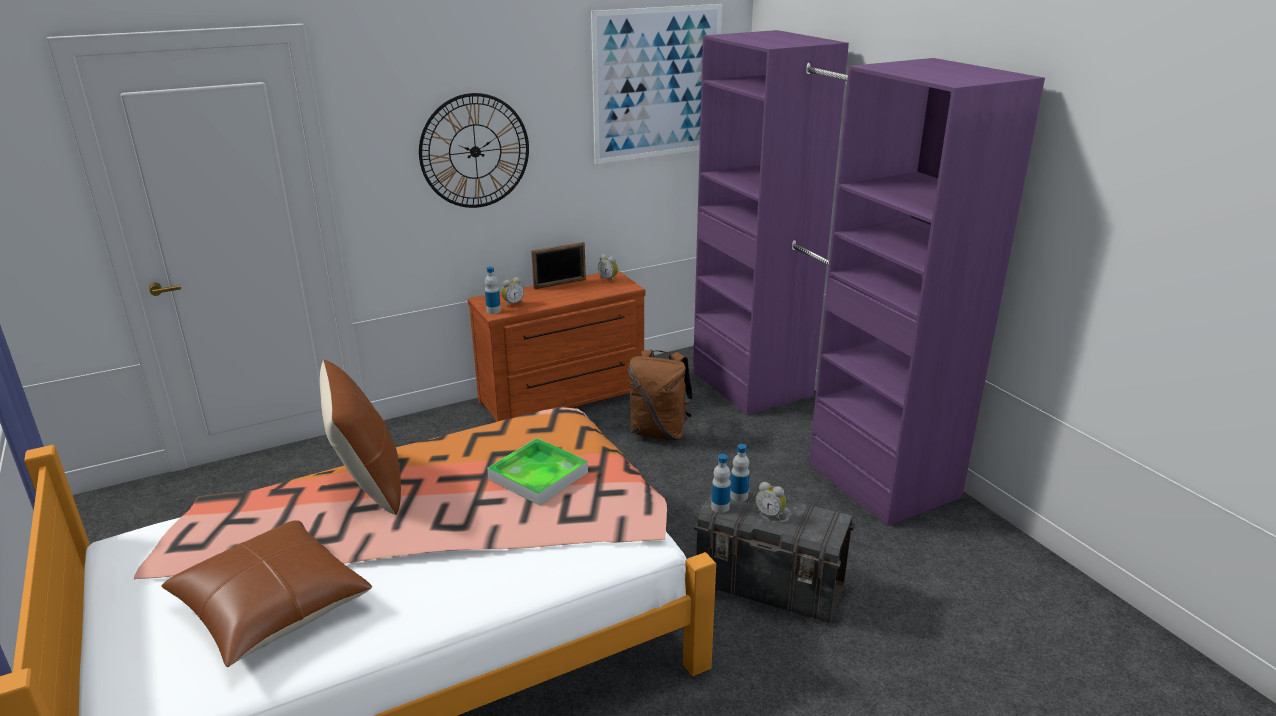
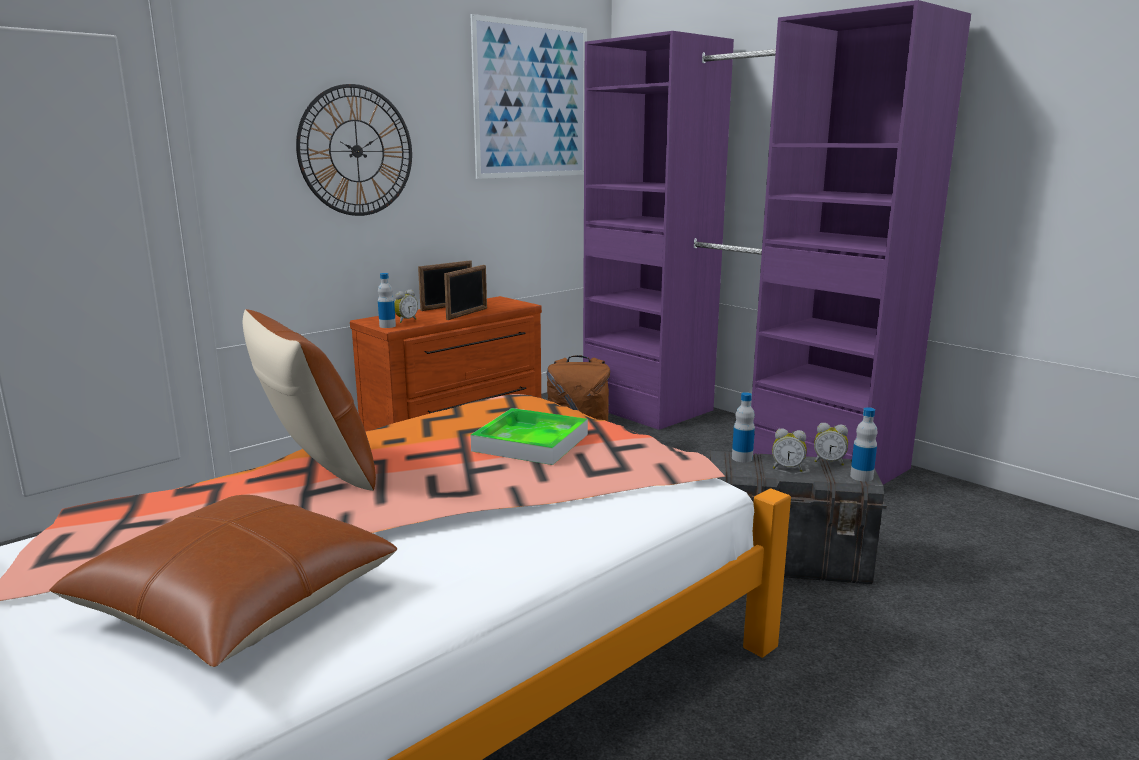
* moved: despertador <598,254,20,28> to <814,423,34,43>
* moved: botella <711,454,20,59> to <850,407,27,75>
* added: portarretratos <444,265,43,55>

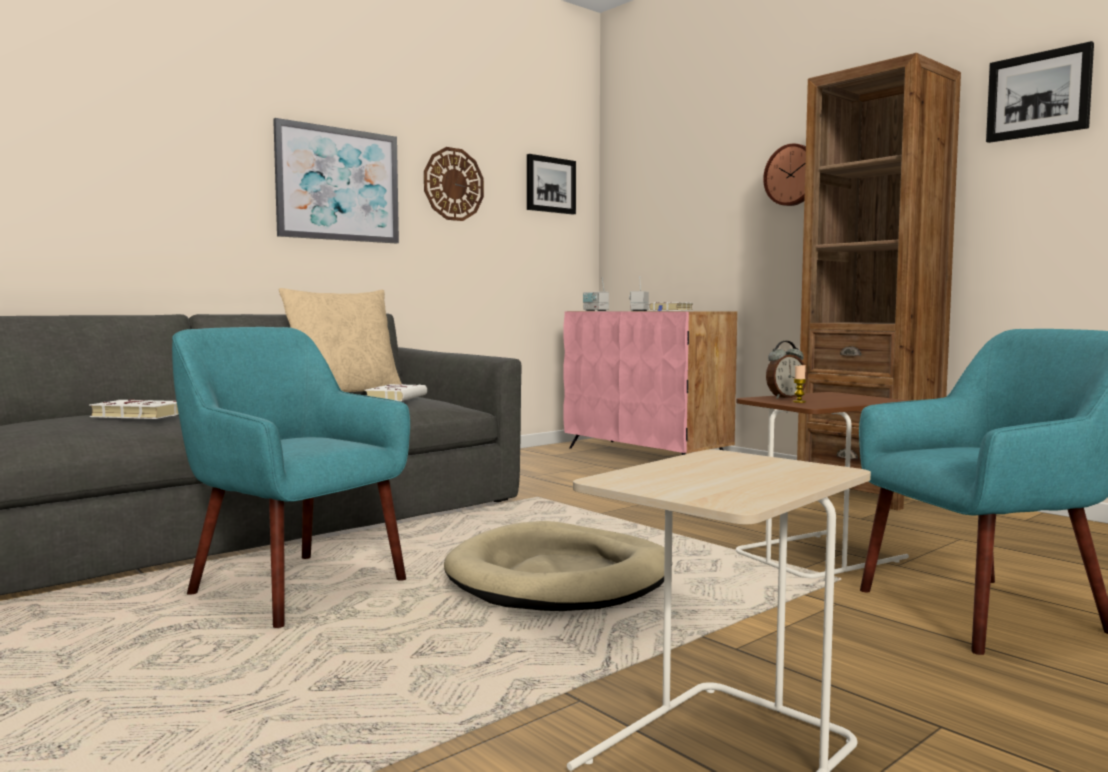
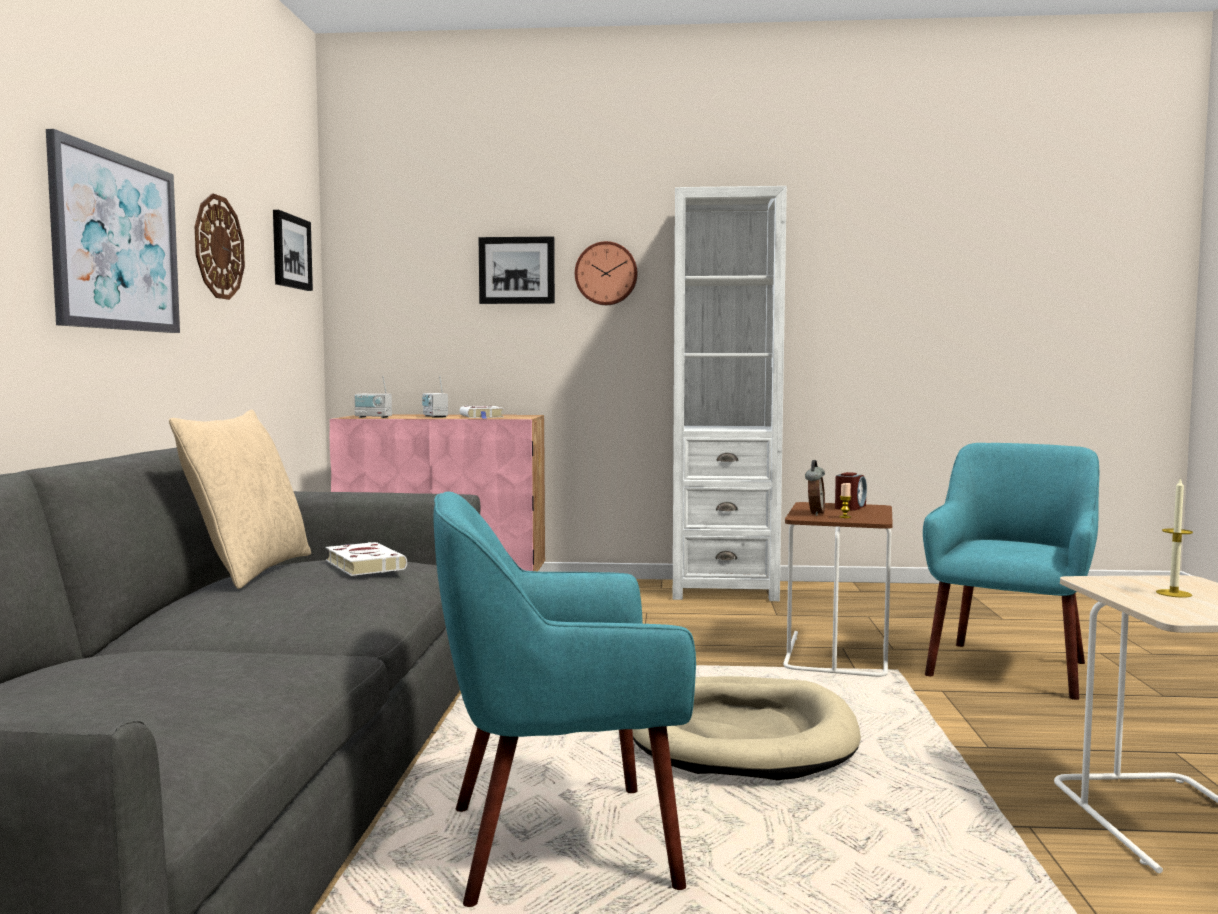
* moved: cuadro <986,41,108,102> to <479,237,76,67>
* recoloured: estantería/marrón <797,53,164,457> to estantería/blanco <673,186,114,415>
* removed: libro/blanco <89,400,90,19>
* added: despertador <835,472,32,39>
* added: vela <1156,477,37,121>

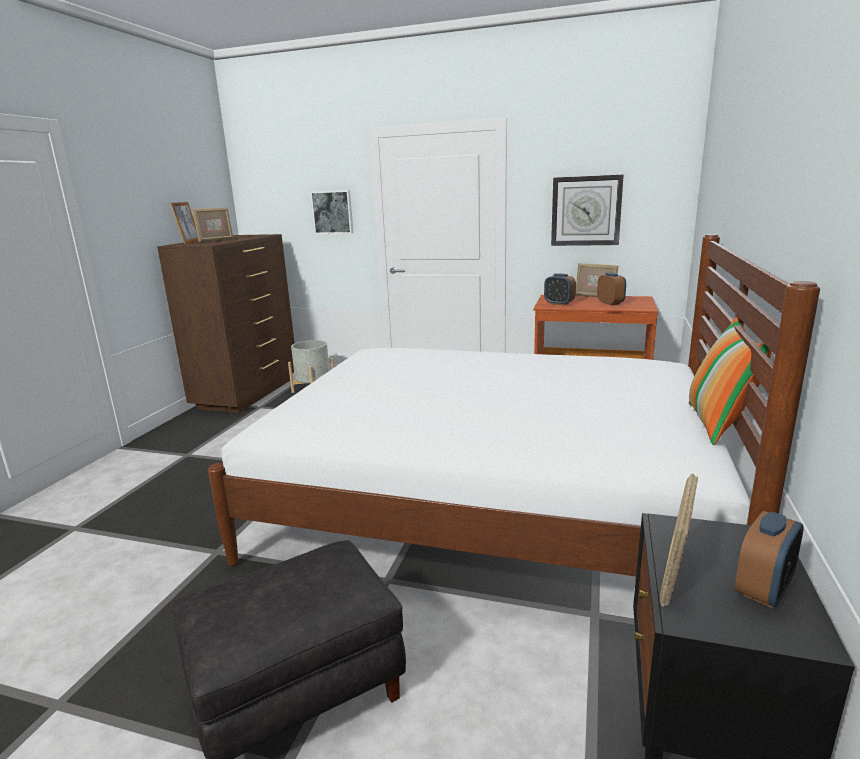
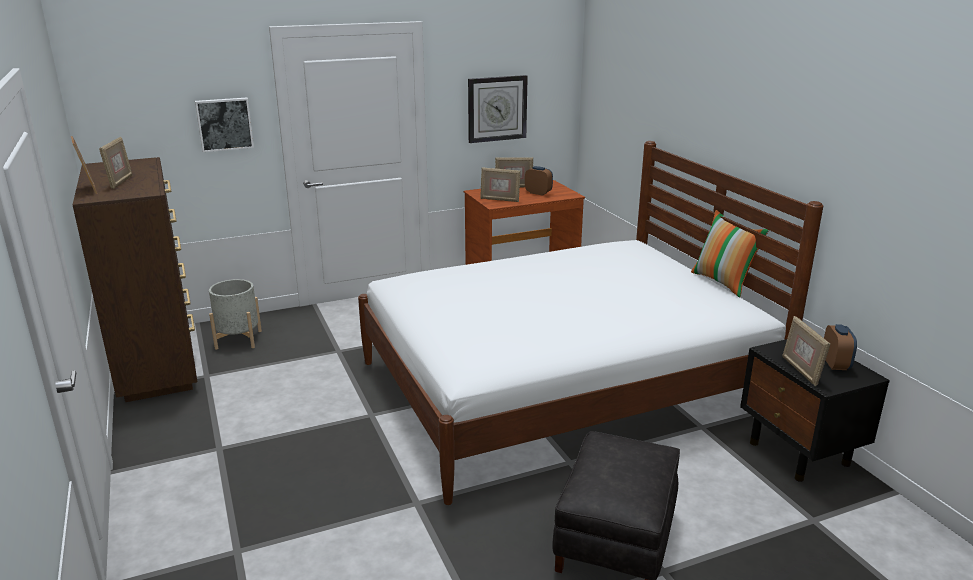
* replaced: despertador <544,273,32,32> to portarretratos <480,167,41,35>

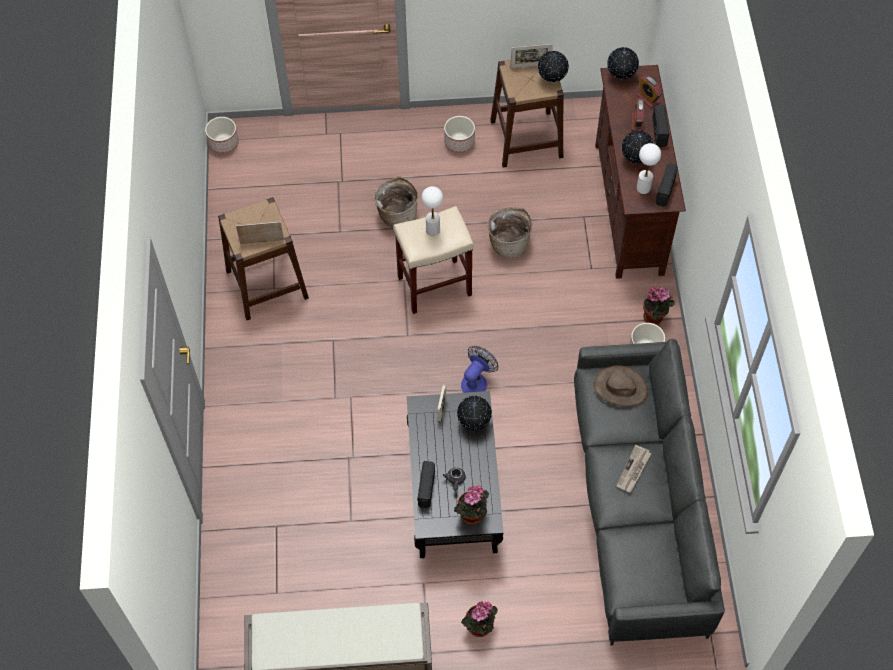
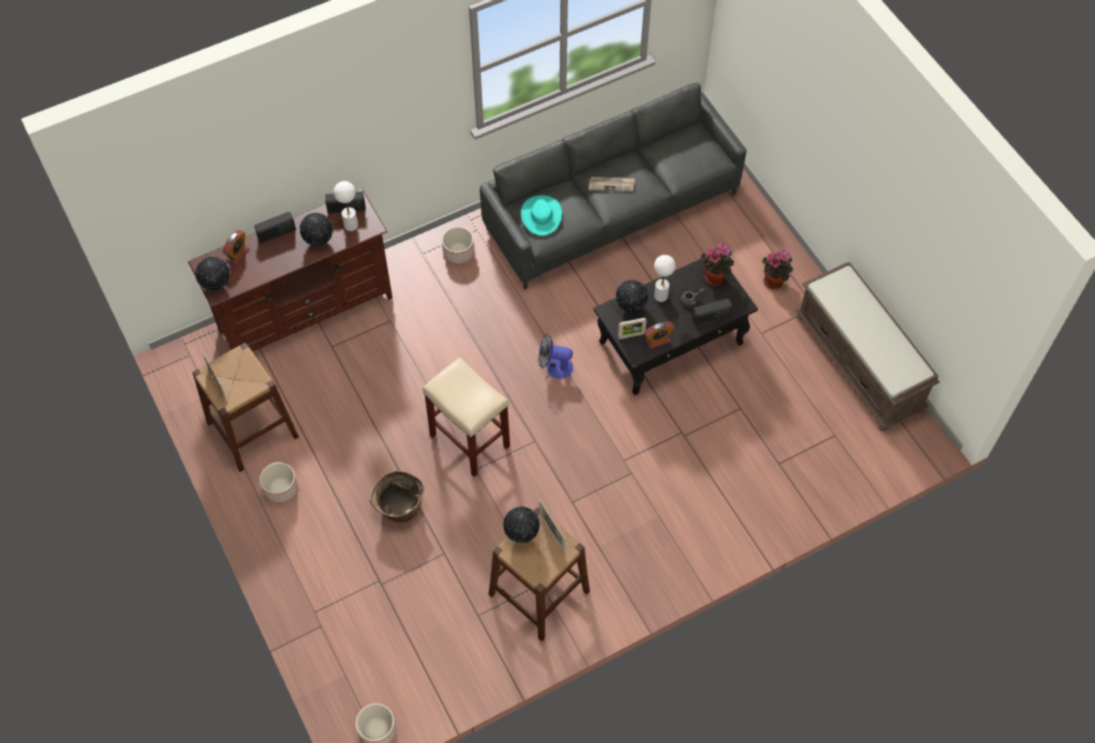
* moved: globo terráqueo <538,51,31,31> to <503,506,37,37>
* moved: despertador <631,97,13,34> to <644,322,30,27>
* moved: lámpara de mesa/blanco <421,186,22,50> to <654,255,22,47>
* removed: cesta <487,207,45,51>
* removed: planta en maceta <643,286,32,39>
* recoloured: sombrero/marrón <594,365,54,42> to sombrero/turquesa <521,195,41,41>

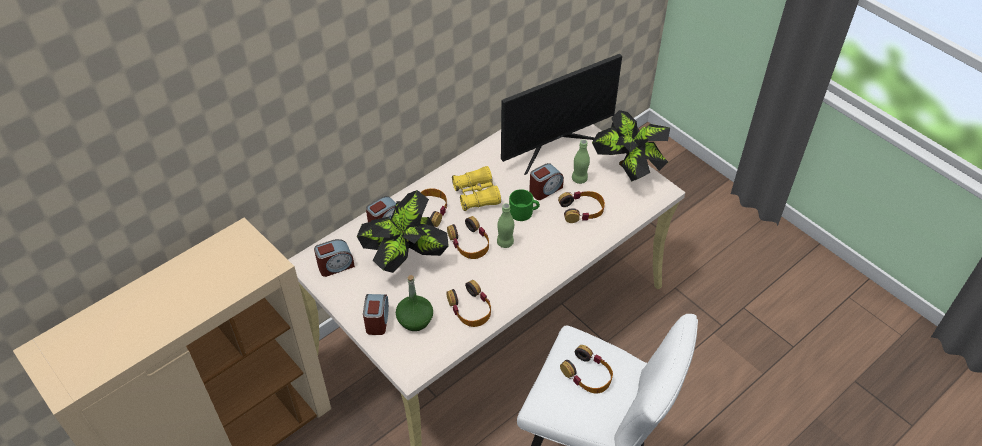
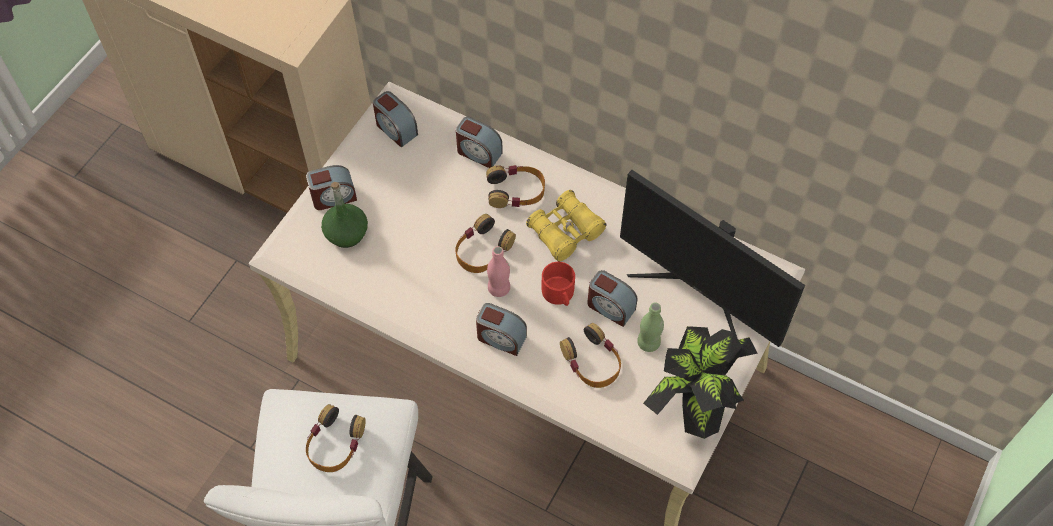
* recoloured: taza grande/verde <509,189,31,32> to taza grande/rojo <542,262,33,44>
* removed: planta en maceta <357,190,92,83>
* recoloured: botella/verde <497,203,17,45> to botella/rosa <487,246,23,51>
* removed: auriculares <446,280,45,47>
* added: despertador <476,303,51,53>

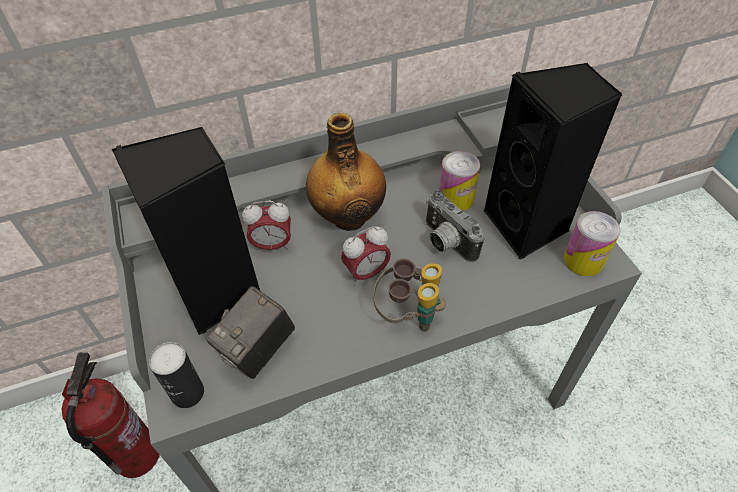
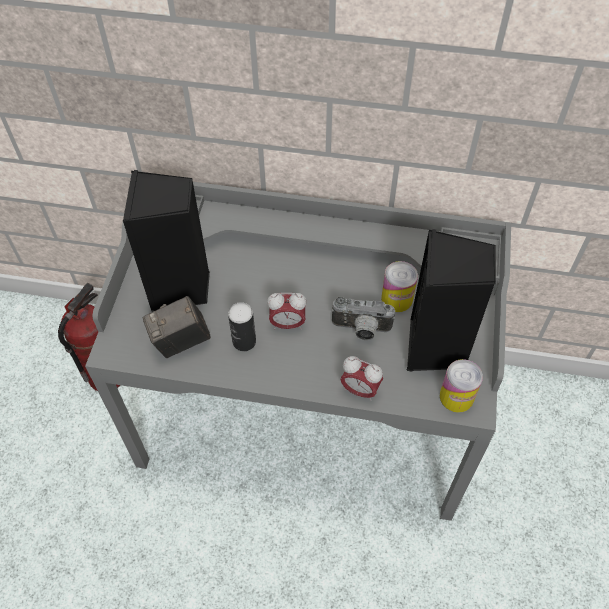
* removed: botella <306,113,80,118>
* turned: cámara <426,190,59,72> = <331,297,64,43> 75 degrees counterclockwise
* moved: despertador <242,201,49,51> to <340,356,43,45>
* removed: prismáticos <373,259,73,73>
* moved: lata <149,342,55,66> to <228,302,28,49>

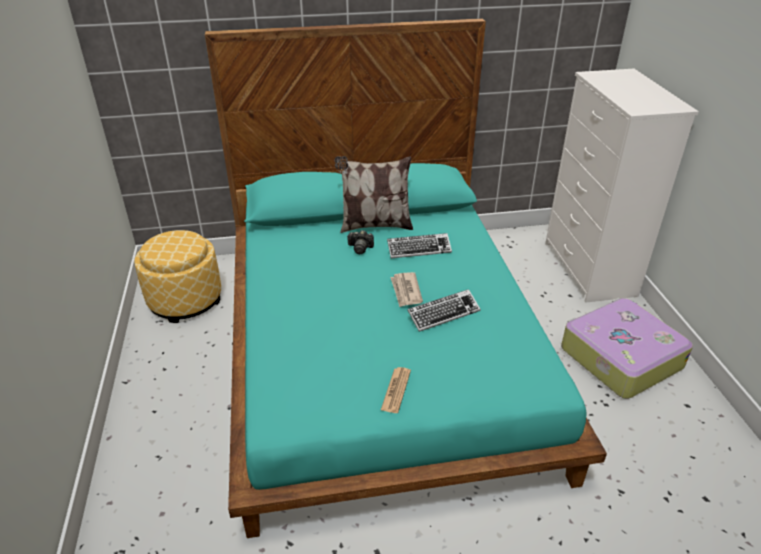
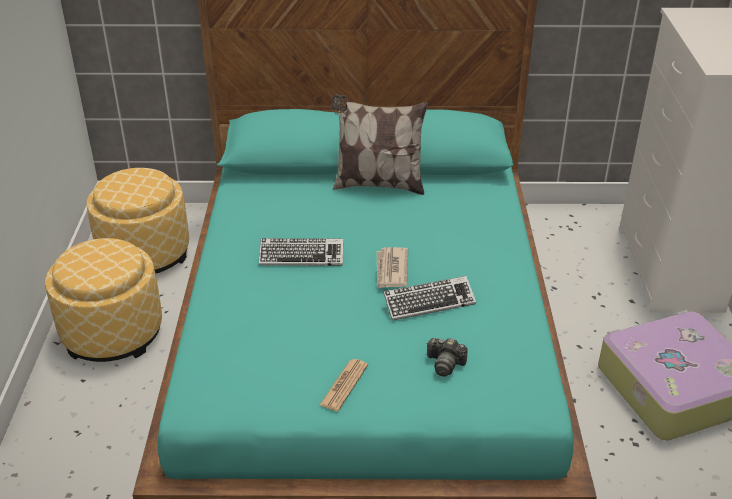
* moved: cámara <347,230,27,24> to <426,338,41,39>
* moved: teclado <387,233,65,25> to <259,238,84,28>
* added: puf <45,238,117,124>

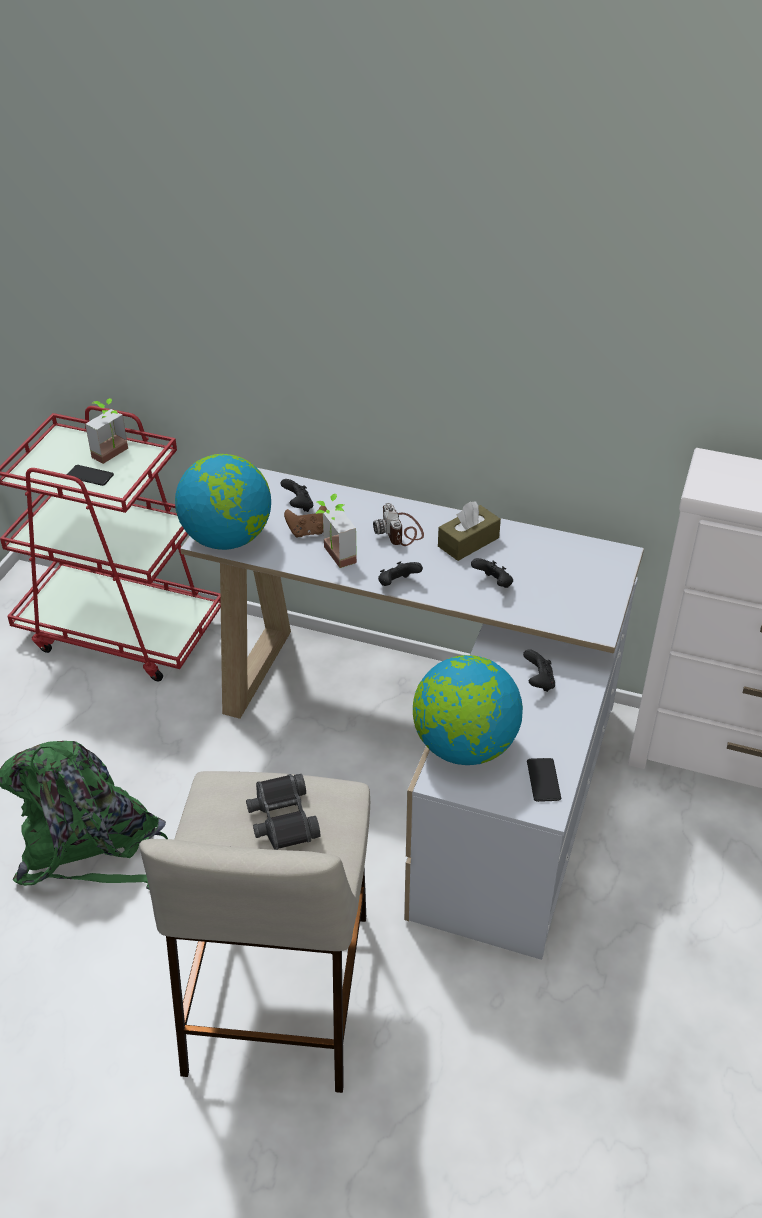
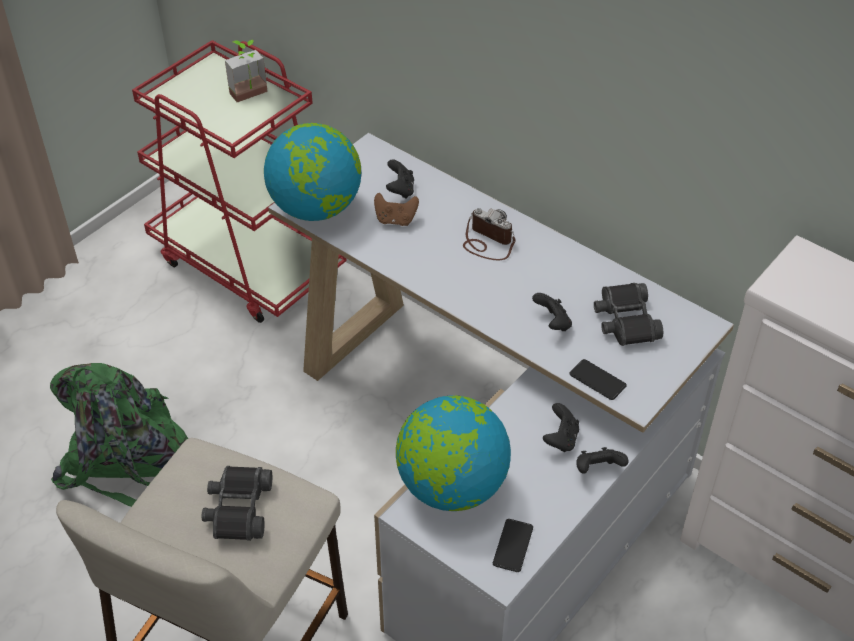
* moved: móvil <67,465,47,21> to <569,359,58,41>
* removed: planta en maceta <315,494,42,74>
* removed: caja de pañuelos/marrón <438,501,63,60>
* turned: cámara <373,503,51,43> = <463,208,53,52> 120 degrees clockwise
* moved: mando de consola/negro <378,561,45,25> to <576,447,53,27>
* added: prismáticos/negro <594,283,69,63>

